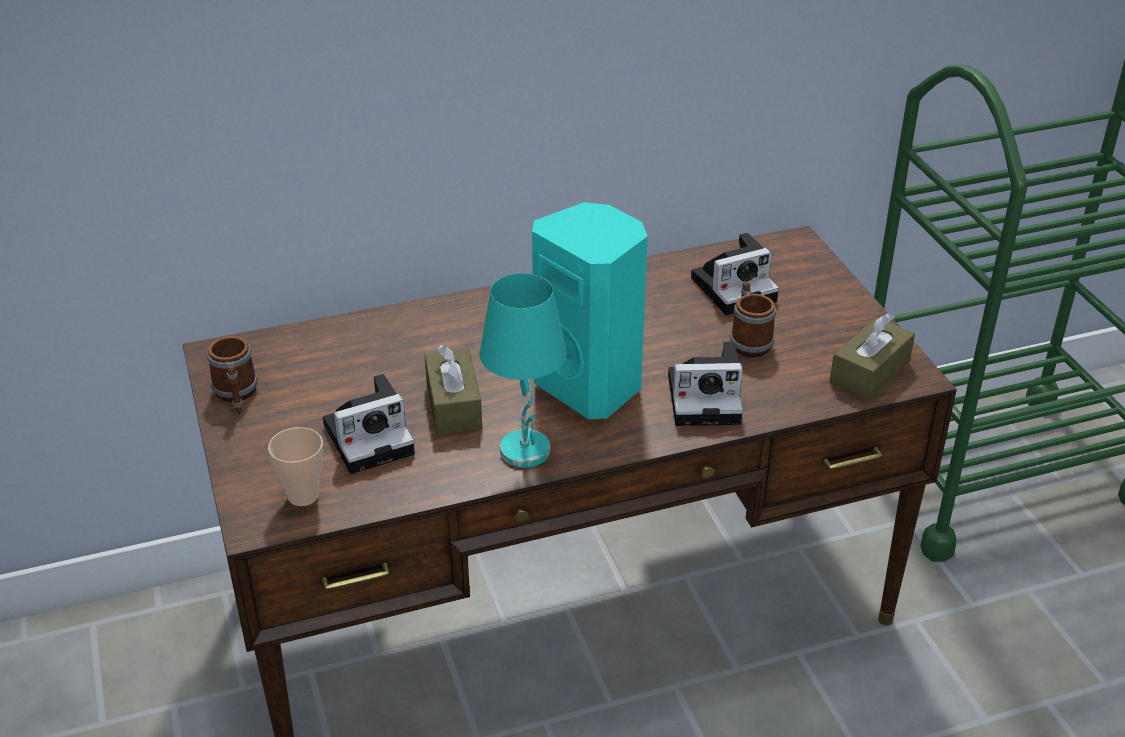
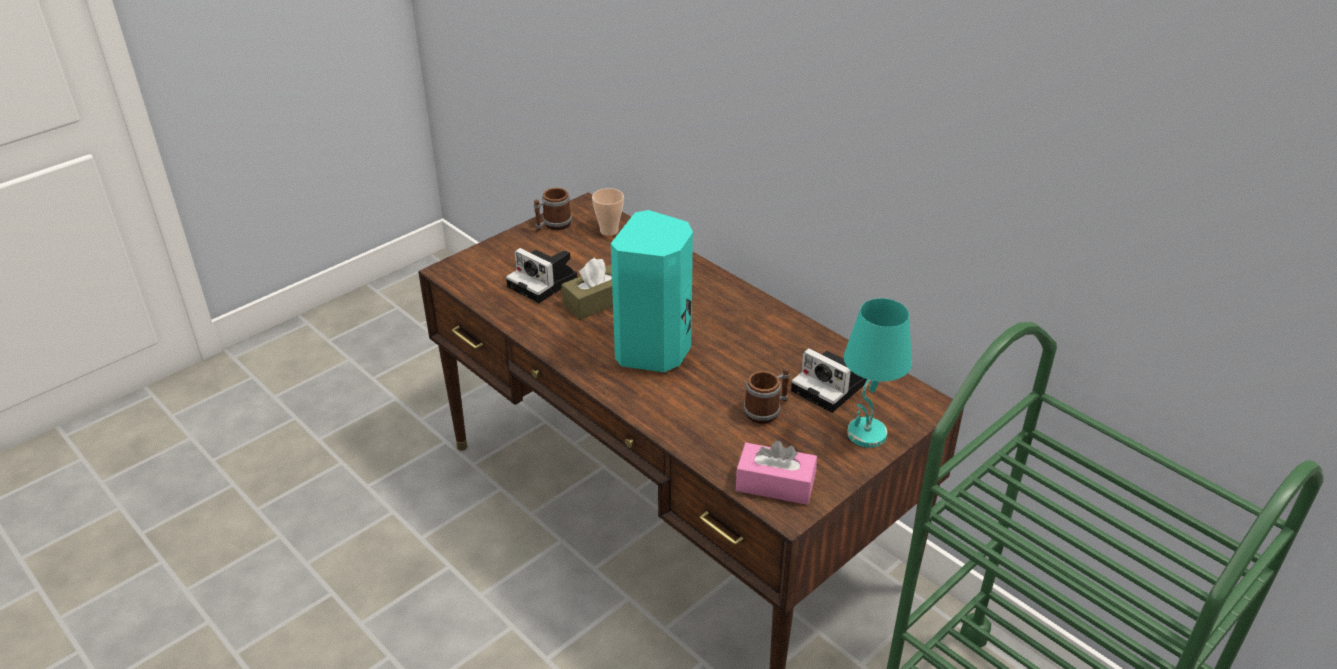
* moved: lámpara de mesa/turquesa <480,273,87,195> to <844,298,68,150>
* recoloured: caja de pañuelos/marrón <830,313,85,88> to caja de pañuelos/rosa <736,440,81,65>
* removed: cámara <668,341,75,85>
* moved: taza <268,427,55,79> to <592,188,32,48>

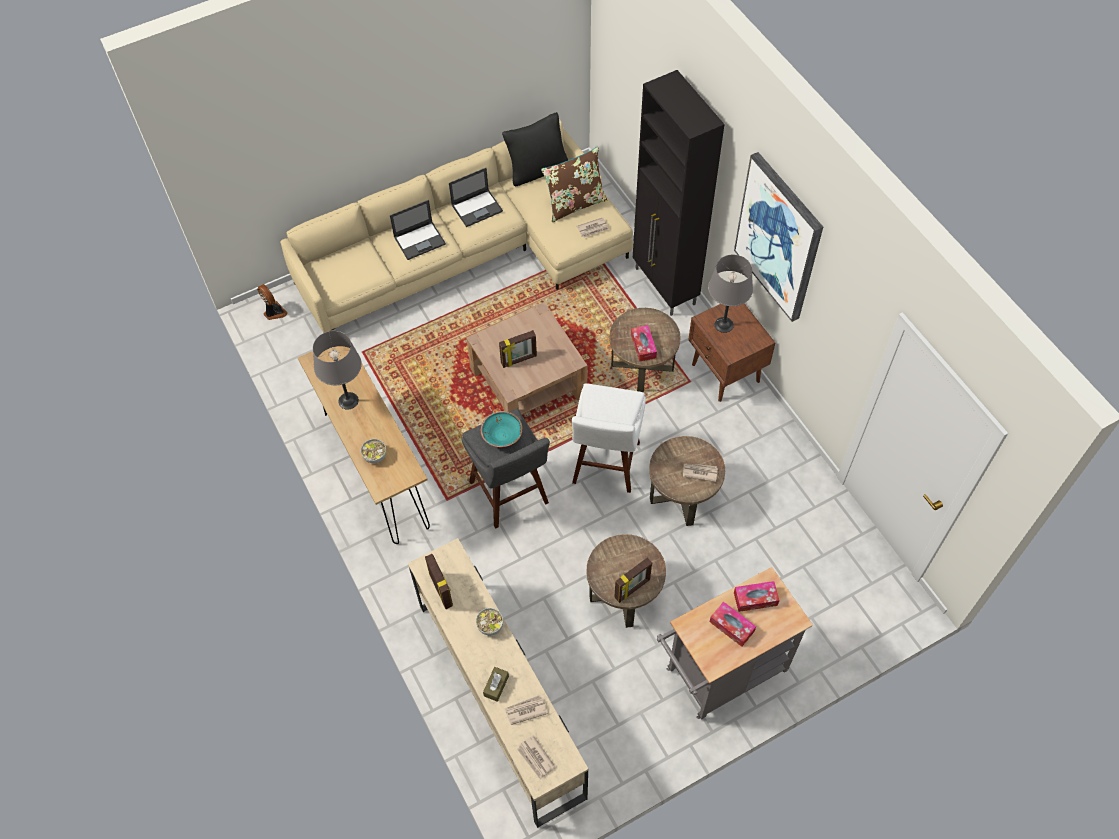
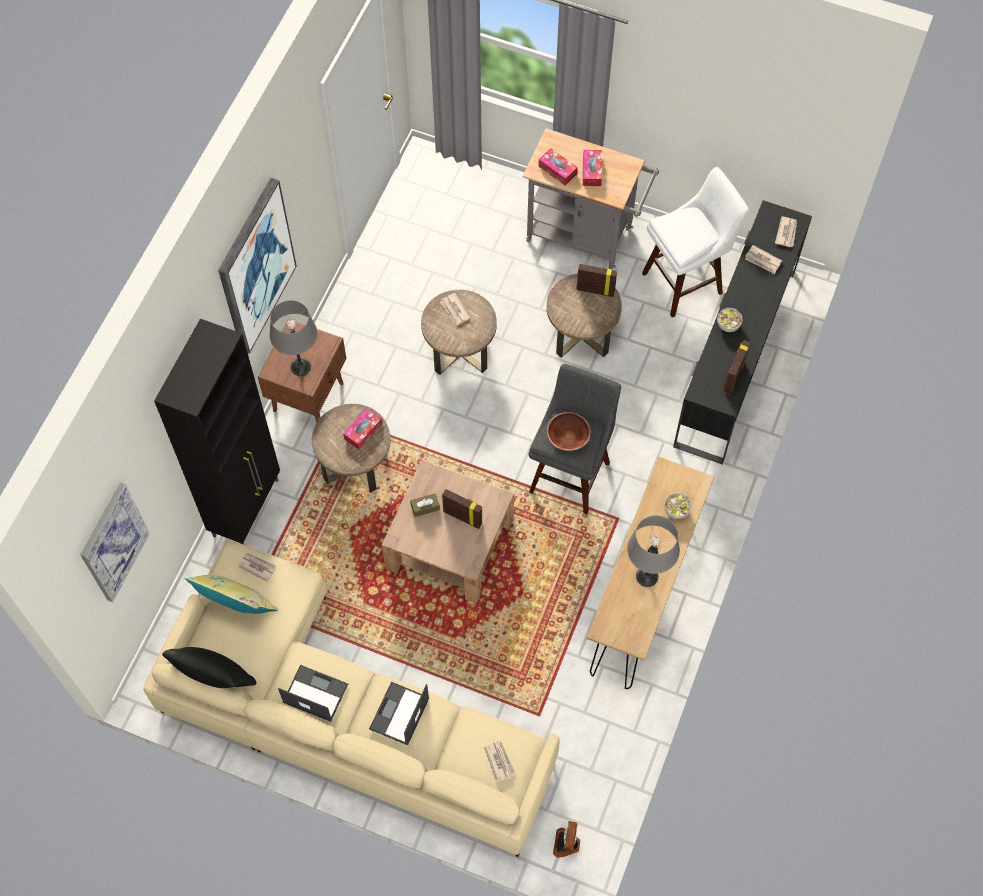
* recoloured: cojín/marrón <541,147,66,76> to cojín/amarillo <185,575,93,39>
* turned: portátil <390,200,56,60> = <369,682,60,63> 90 degrees counterclockwise
* moved: taburete/blanco <572,383,74,110> to <642,167,107,151>
* recoloured: cuenco/turquesa <481,411,42,36> to cuenco/marrón <547,412,44,39>
* recoloured: mueble de televisión/beis <408,538,181,290> to mueble de televisión/negro <673,200,139,265>
* moved: caja de pañuelos/marrón <483,667,26,35> to <410,493,30,24>
* added: cuadro <80,482,70,120>
* added: periódico <484,740,31,41>

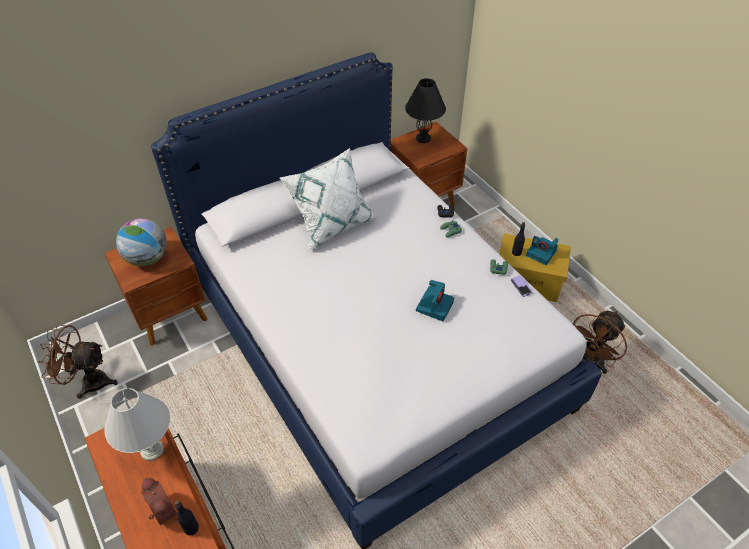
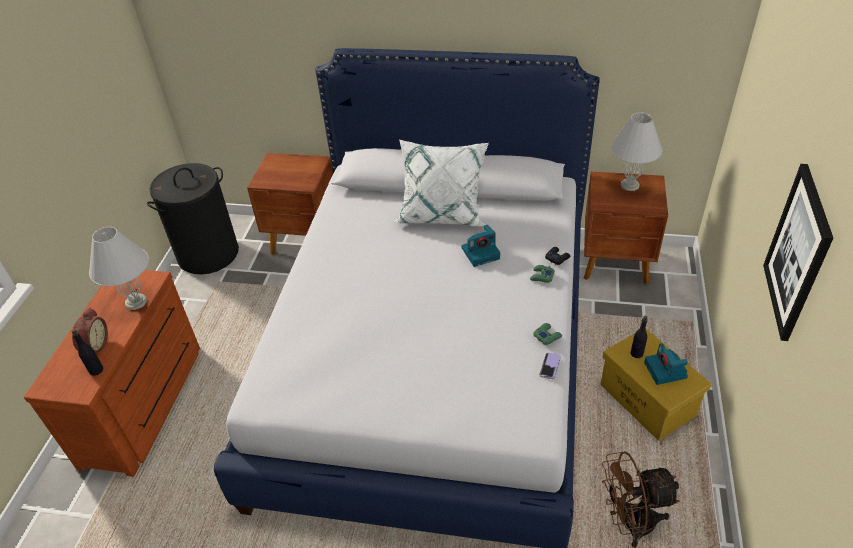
* recoloured: lámpara de mesa/negro <405,78,41,65> to lámpara de mesa/blanco <611,112,51,79>
* removed: globo terráqueo <116,219,51,47>
* moved: cámara <416,280,38,41> to <461,225,39,42>
* replaced: ventilador/marrón <38,325,80,74> to cesto de la ropa/negro <147,163,92,112>
* added: cuadro <763,164,70,177>

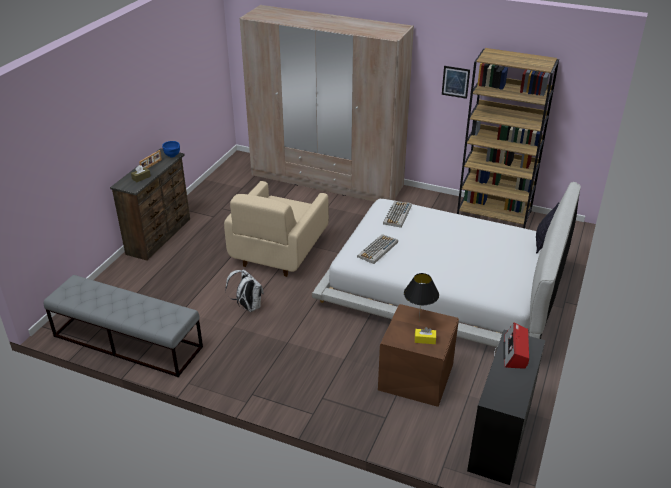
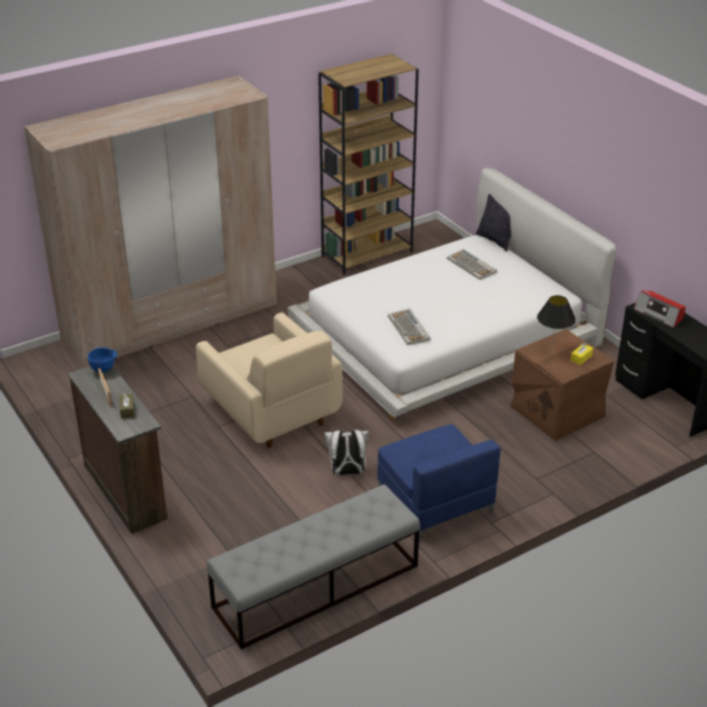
* removed: cuadro <442,66,28,33>
* moved: teclado <383,201,29,27> to <447,249,50,31>
* added: sillón/azul <377,424,123,117>

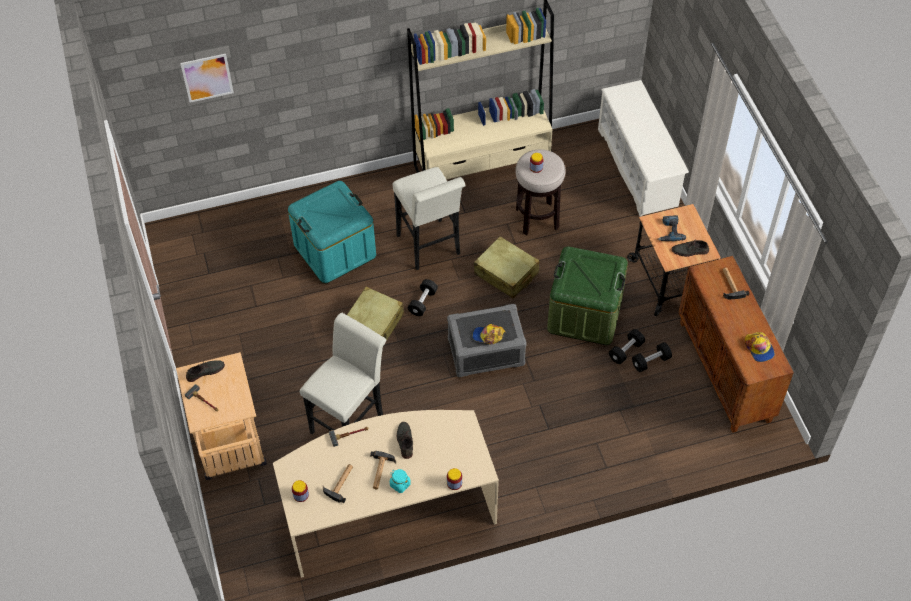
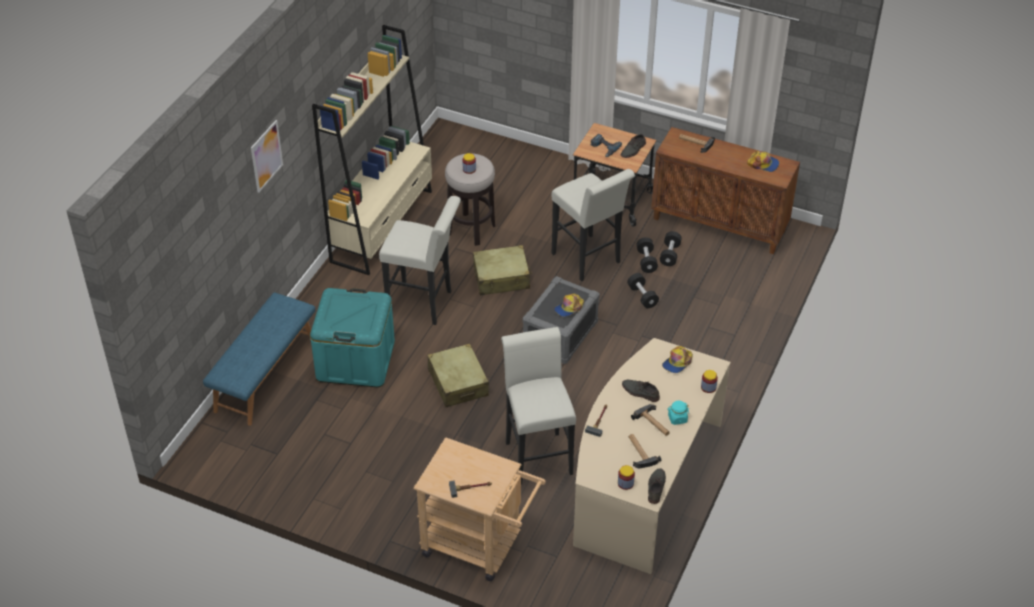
* moved: cuadro <180,54,54,49> to <251,120,32,73>
* removed: zapatero/blanco <598,80,91,137>
* replaced: caja de almacenaje/verde <547,246,81,99> to taburete/blanco <551,169,84,112>
* moved: mancuerna/negro <408,279,30,37> to <627,273,32,35>
* moved: zapato/gris <186,360,39,22> to <648,468,18,36>
* added: banco/azul <203,293,112,133>
* added: gorra <662,346,31,27>

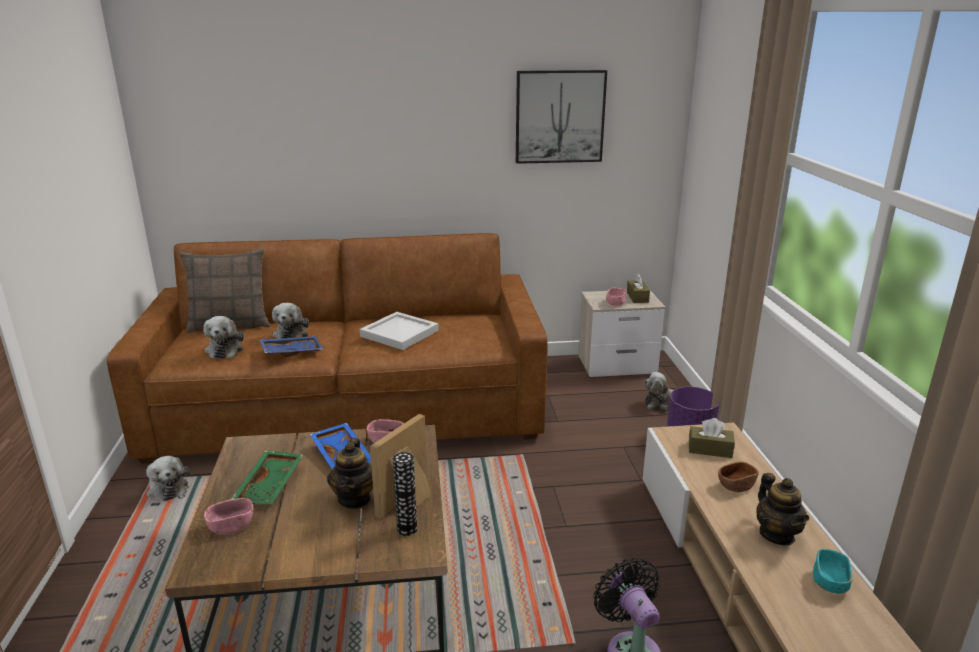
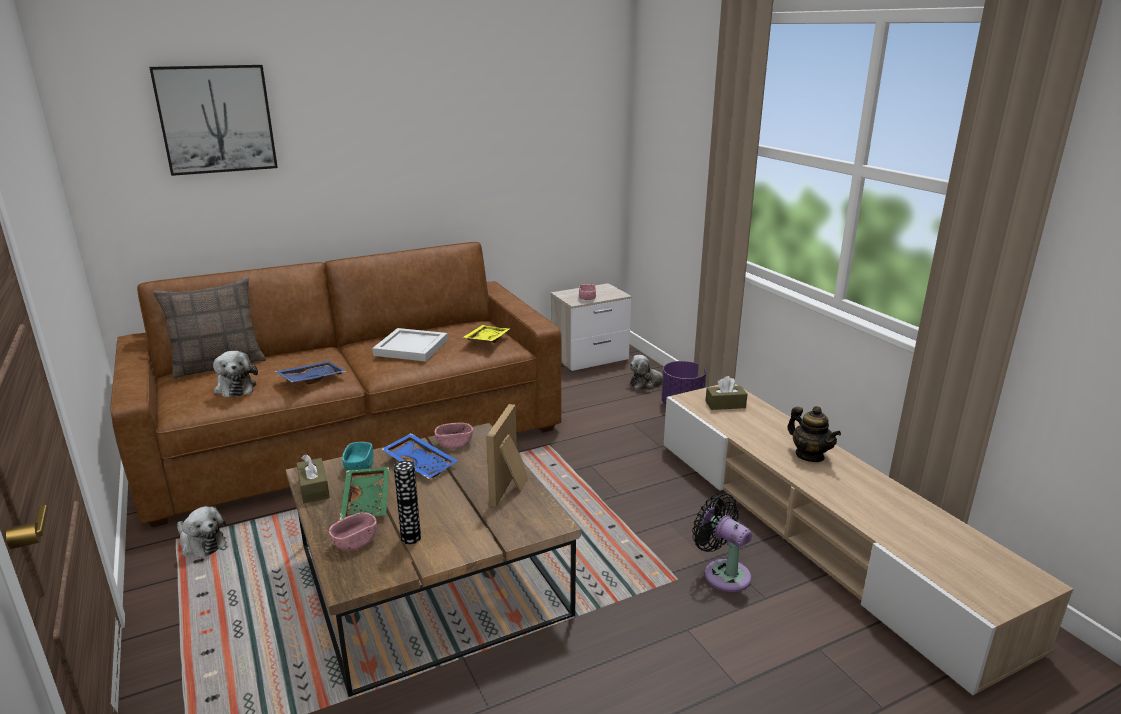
* moved: cuadro <516,70,91,94> to <149,65,129,111>
* moved: caja de pañuelos/marrón <627,273,23,30> to <296,454,34,49>
* removed: peluche <272,303,37,36>
* removed: tetera <327,438,46,71>
* moved: florero <393,452,24,84> to <394,460,27,84>
* removed: cuenco/marrón <718,461,41,31>
* moved: cuenco/turquesa <813,549,39,44> to <342,442,32,28>
* added: bandeja/amarillo <463,325,47,18>

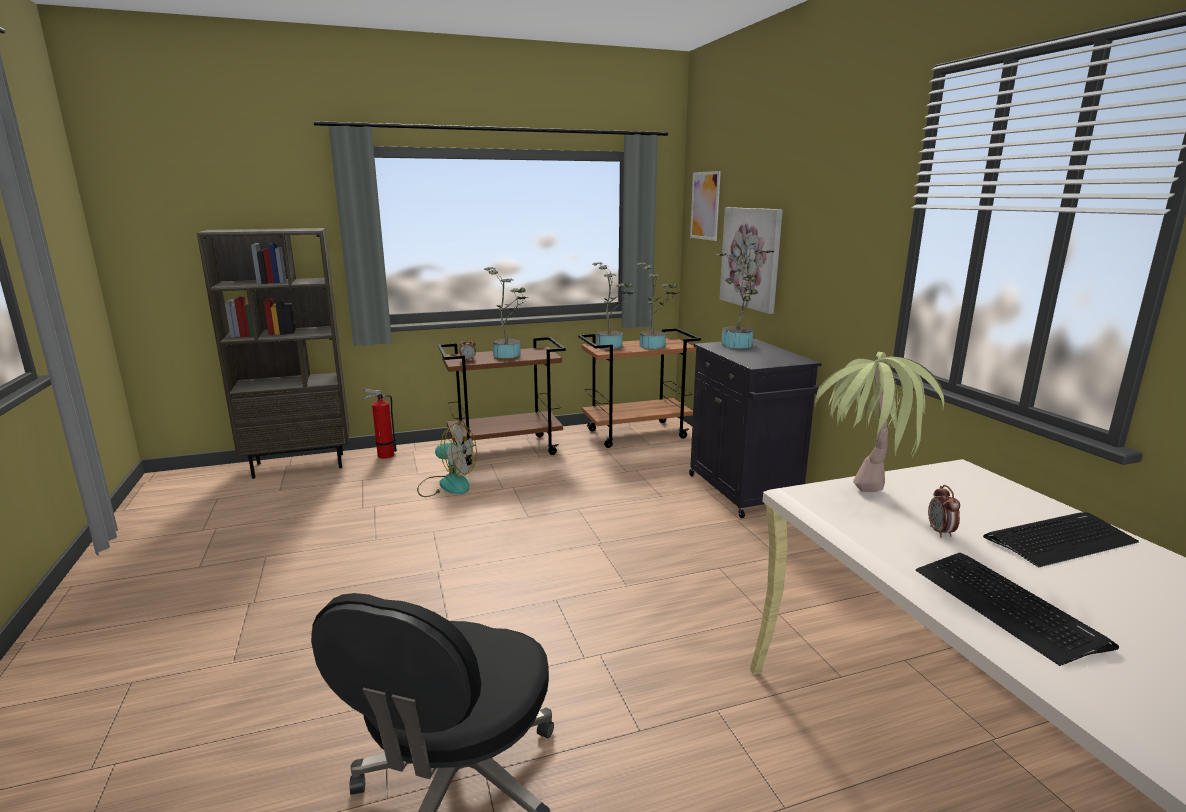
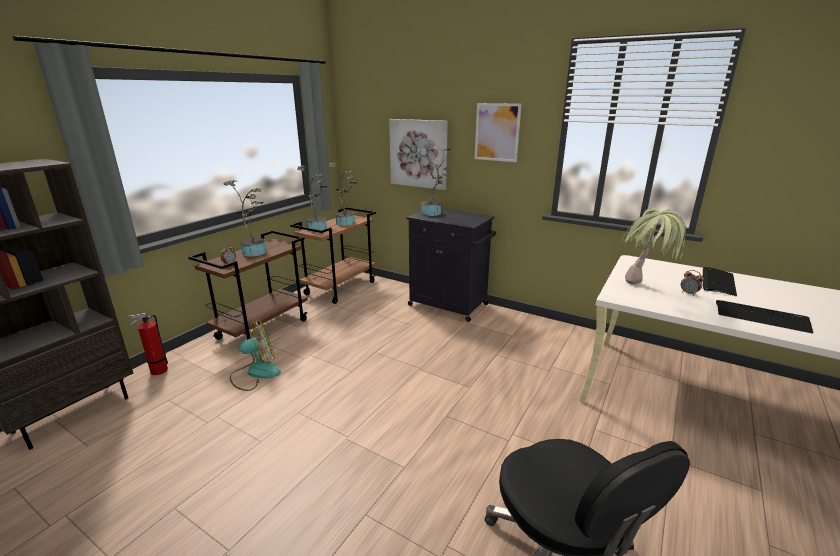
* moved: cuadro <690,171,31,70> to <475,103,47,59>

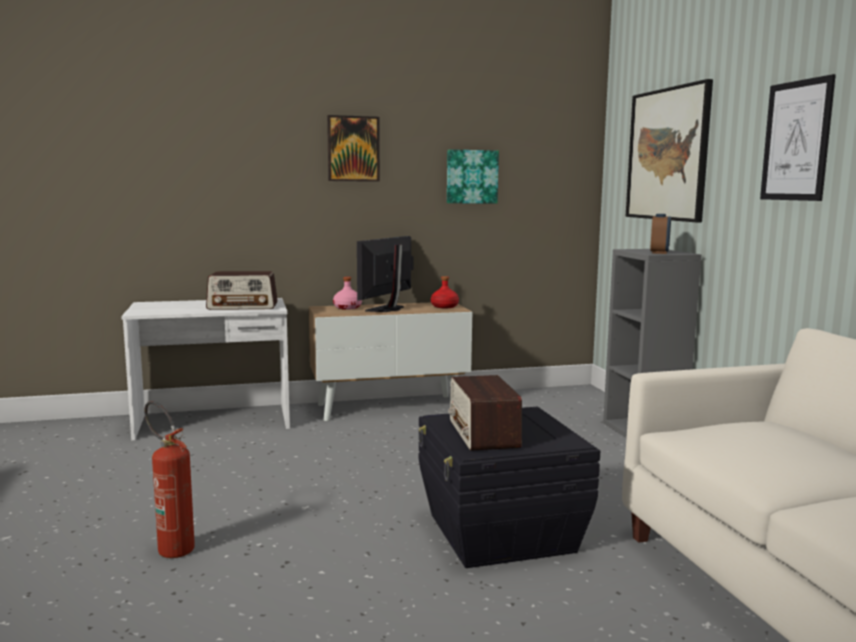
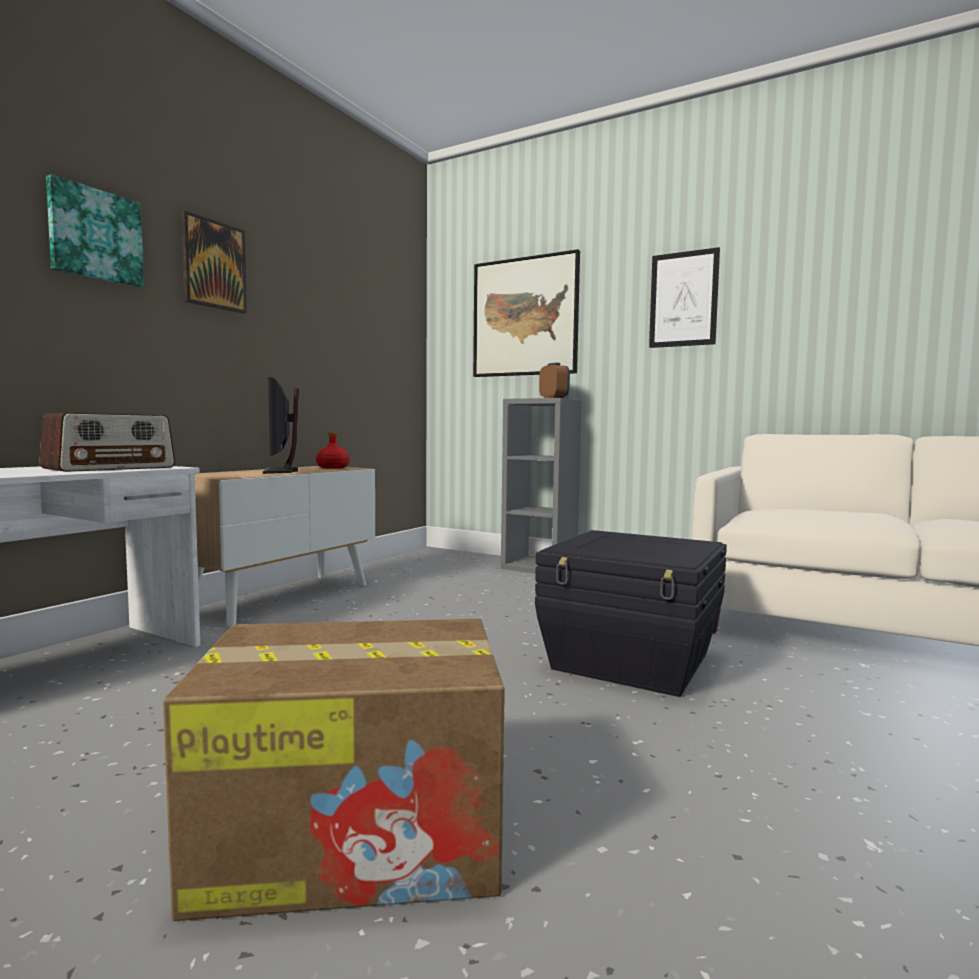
* moved: cuadro <447,149,52,55> to <46,174,98,113>
* removed: botella/rosa <333,277,29,33>
* removed: radio <448,375,74,76>
* replaced: extintor <144,401,51,157> to caja de cartón <163,619,342,302>

